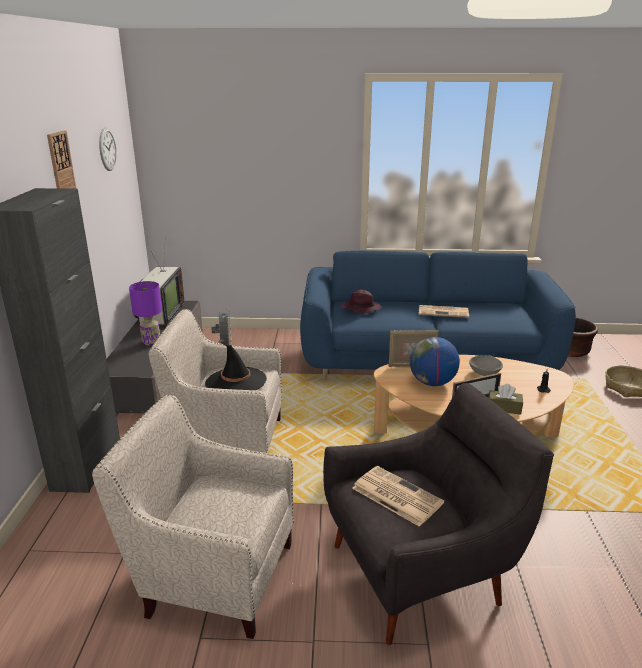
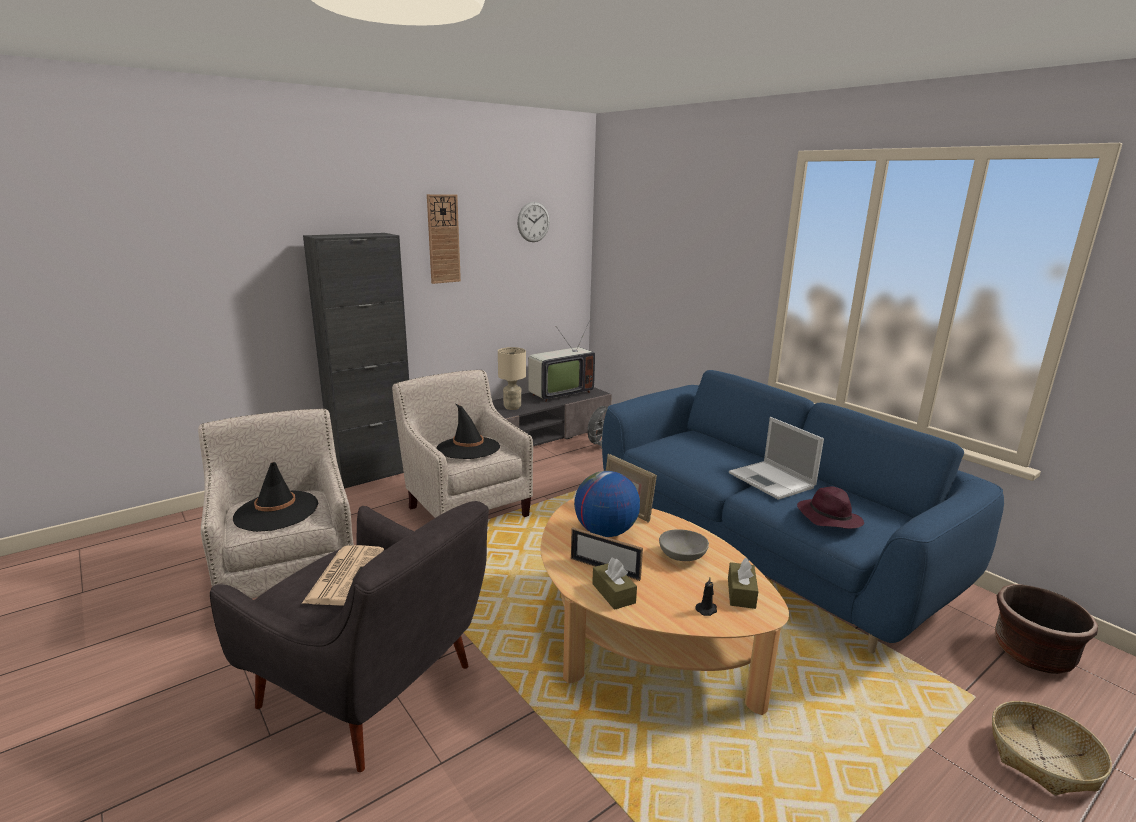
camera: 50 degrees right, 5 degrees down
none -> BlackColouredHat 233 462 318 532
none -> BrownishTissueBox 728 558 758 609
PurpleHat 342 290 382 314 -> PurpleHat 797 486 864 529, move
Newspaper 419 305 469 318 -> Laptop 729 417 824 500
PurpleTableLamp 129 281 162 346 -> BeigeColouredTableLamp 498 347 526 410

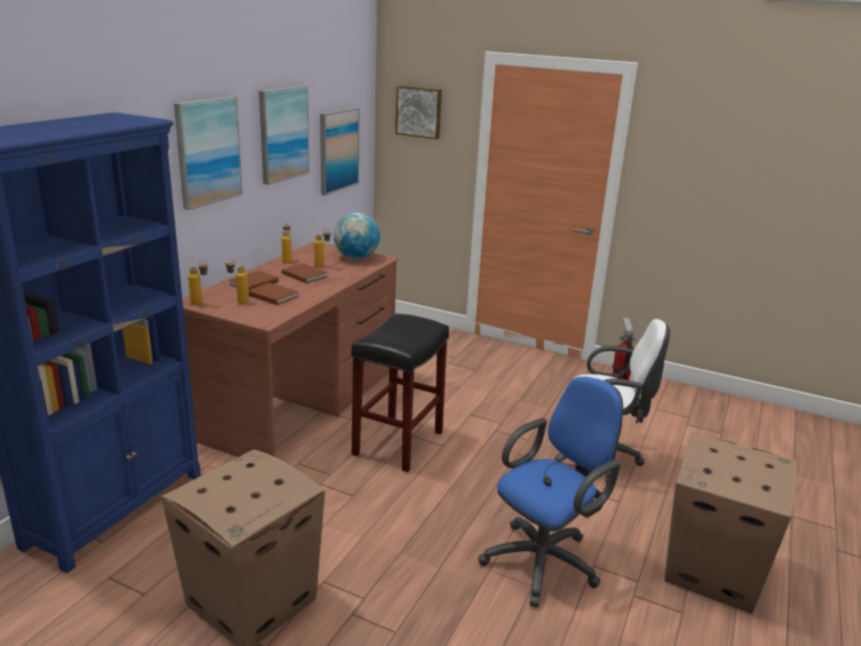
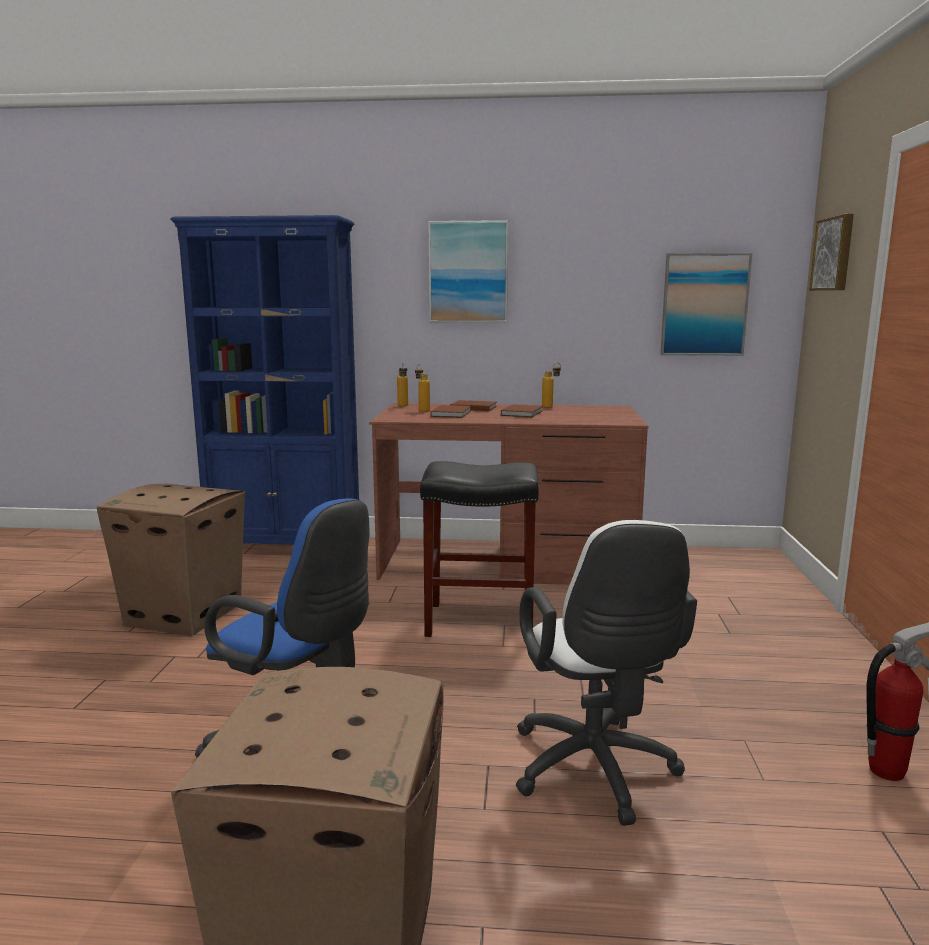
camera: 70 degrees right, 10 degrees down
Picture 259 86 310 185 -> none
BeverageBottle 314 229 331 267 -> none
WorldGlobe 334 213 380 259 -> none

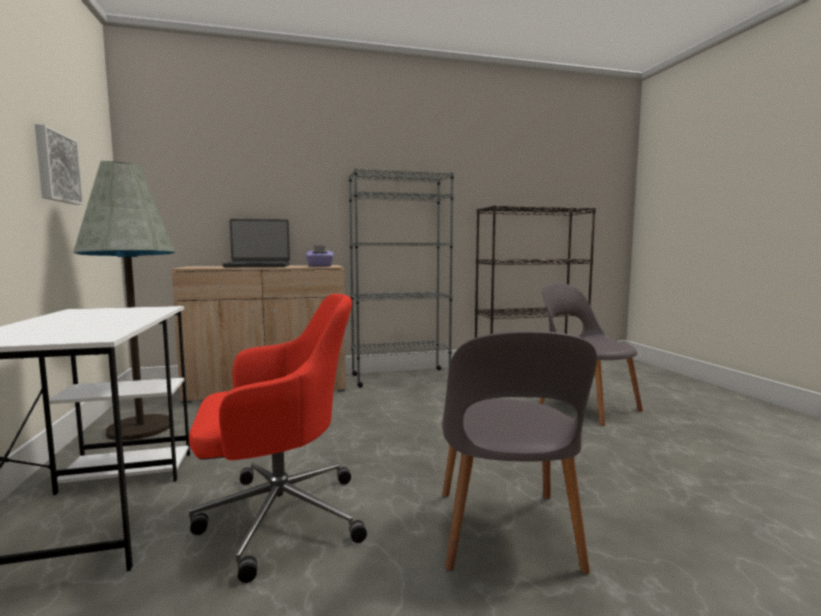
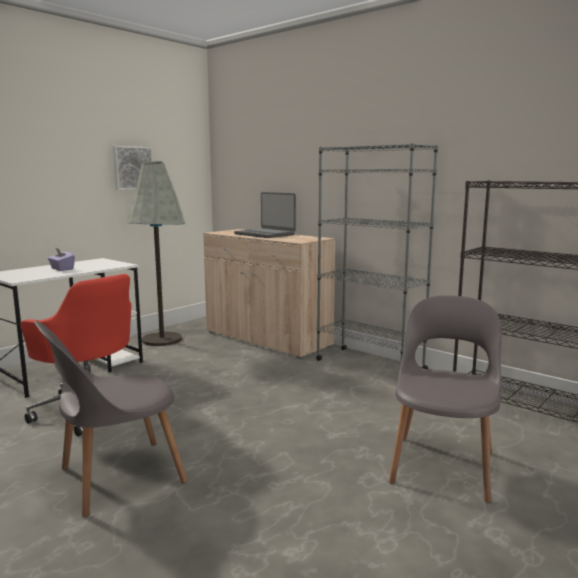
camera: 55 degrees right, 5 degrees up
PurpleTissueBox 306 245 334 267 -> PurpleTissueBox 48 248 75 271, move

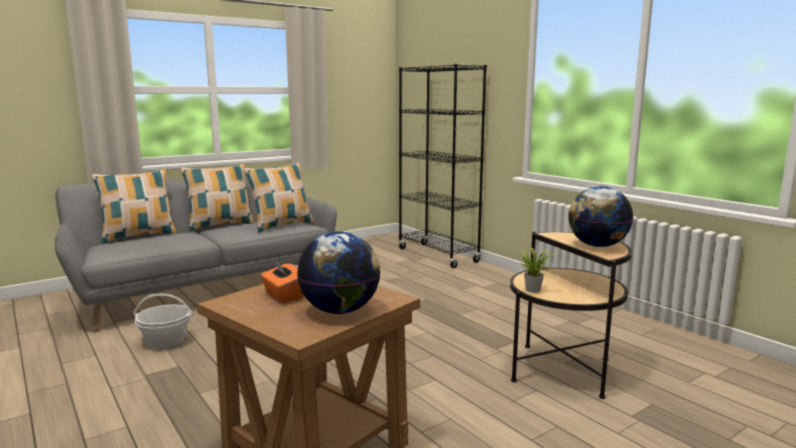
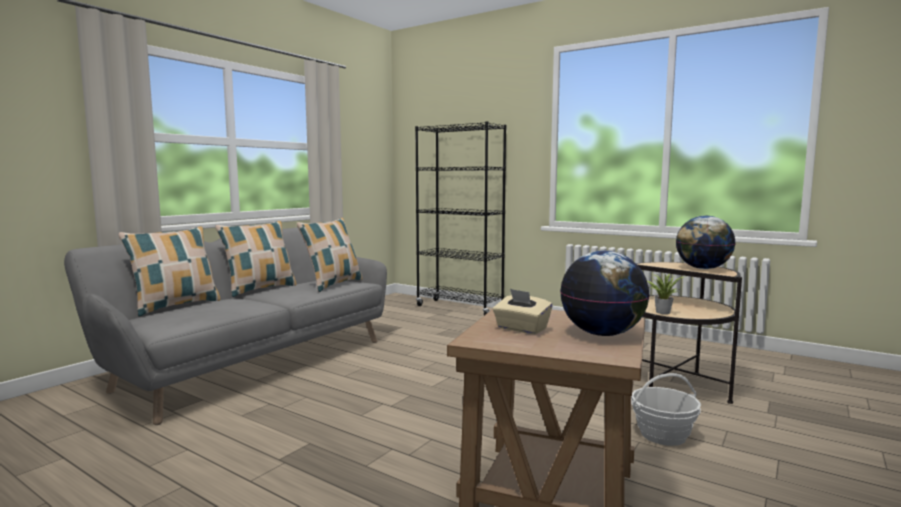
camera: 20 degrees left, 5 degrees down
HouseholdBasket 133 294 193 349 -> HouseholdBasket 631 373 701 446, move
OrangeyTissueBox 261 260 304 303 -> BeigeColouredTissueBox 493 289 553 334

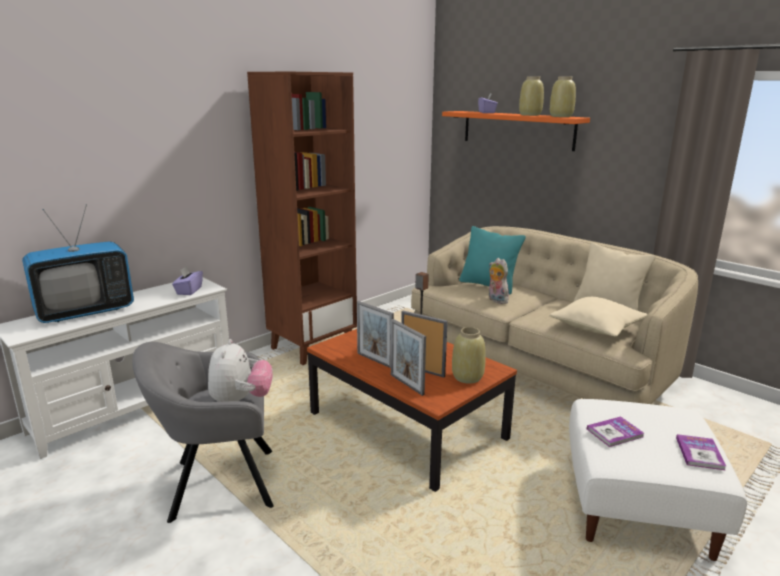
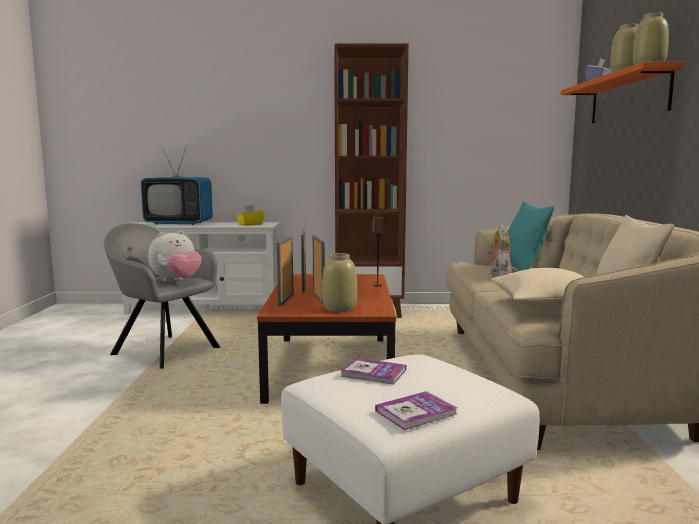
camera: 45 degrees right, 10 degrees down
PurpleTissueBox 172 266 203 295 -> YellowishTissueBox 236 205 265 226

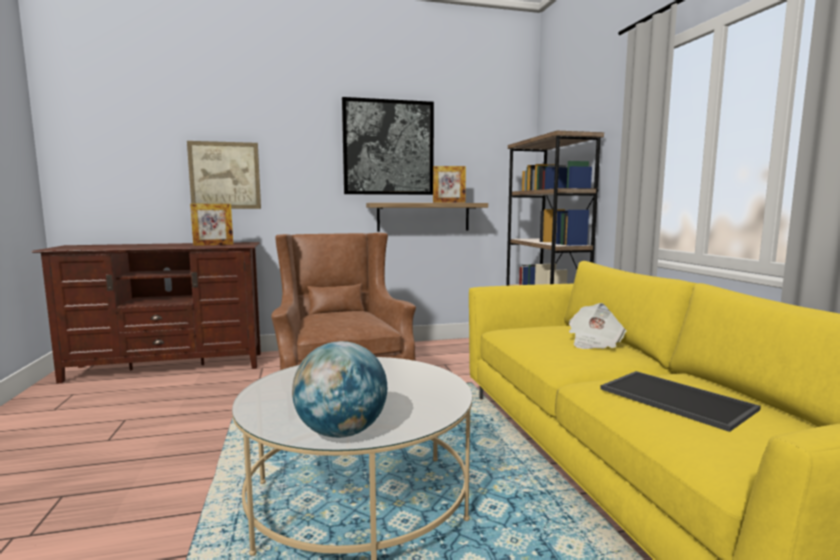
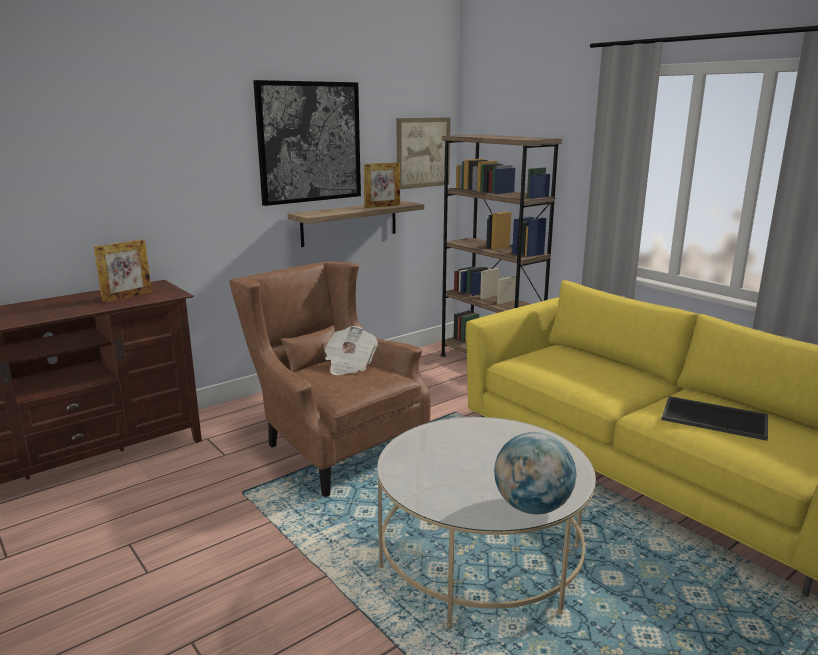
camera: 25 degrees left, 10 degrees up
Picture 187 141 261 209 -> Picture 397 117 450 190, move
Newspaper 568 303 627 349 -> Newspaper 324 326 378 375, move

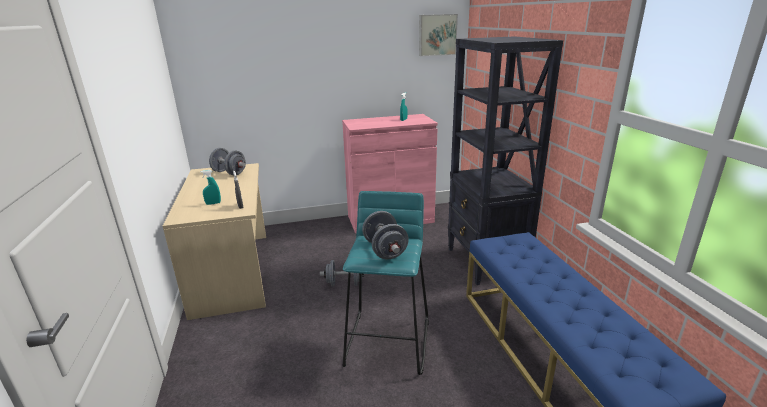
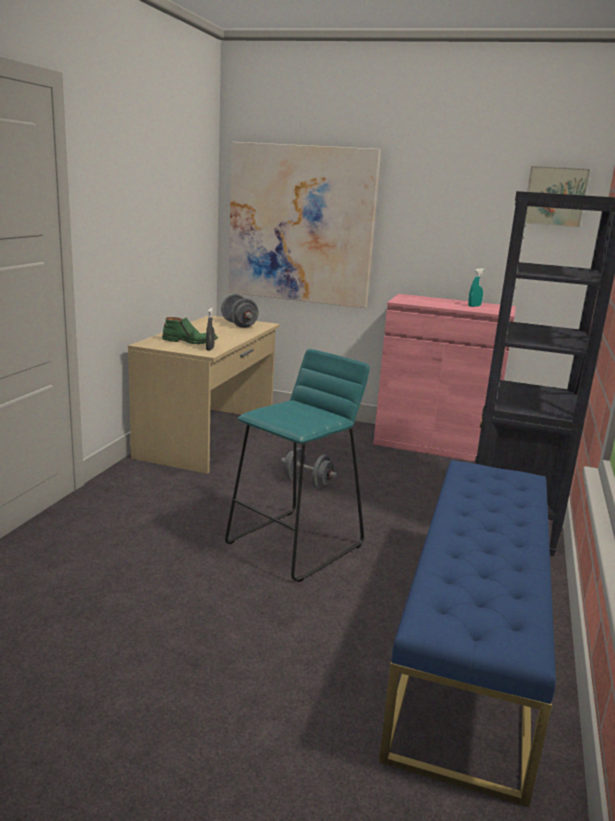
camera: 30 degrees right, 5 degrees down
GreyHandWeight 362 211 409 259 -> none
none -> Picture 228 142 381 308
TurquoiseSprayBottle 200 170 221 205 -> GreenishTallBoot 162 317 218 344

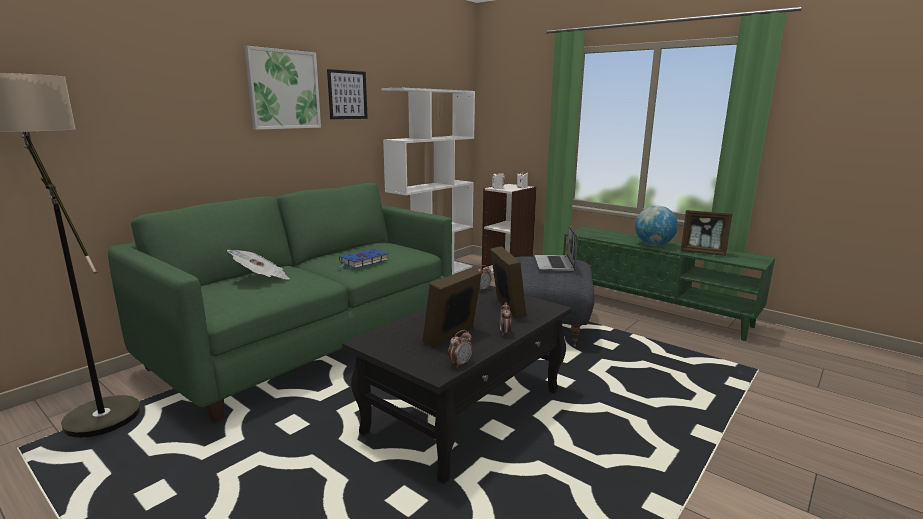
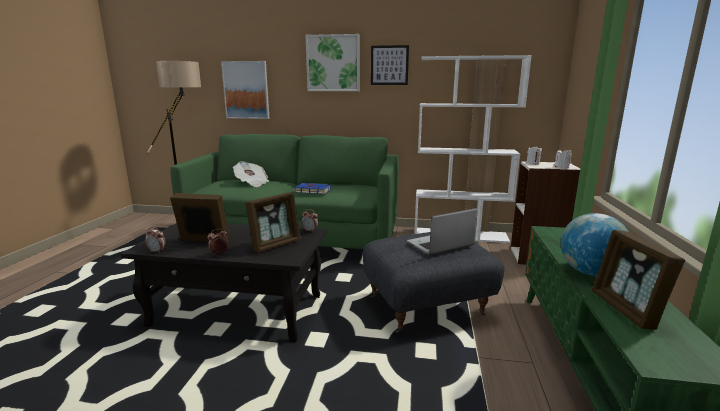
camera: 60 degrees right, 0 degrees up
none -> Picture 221 61 269 119

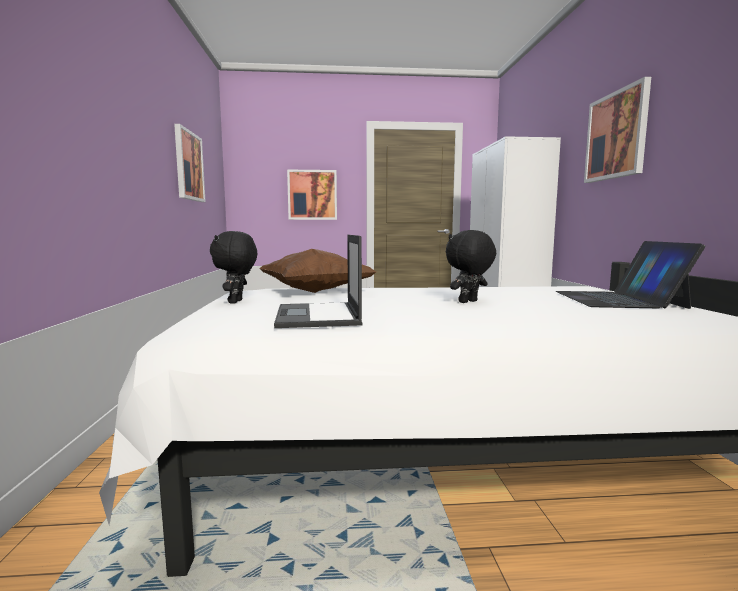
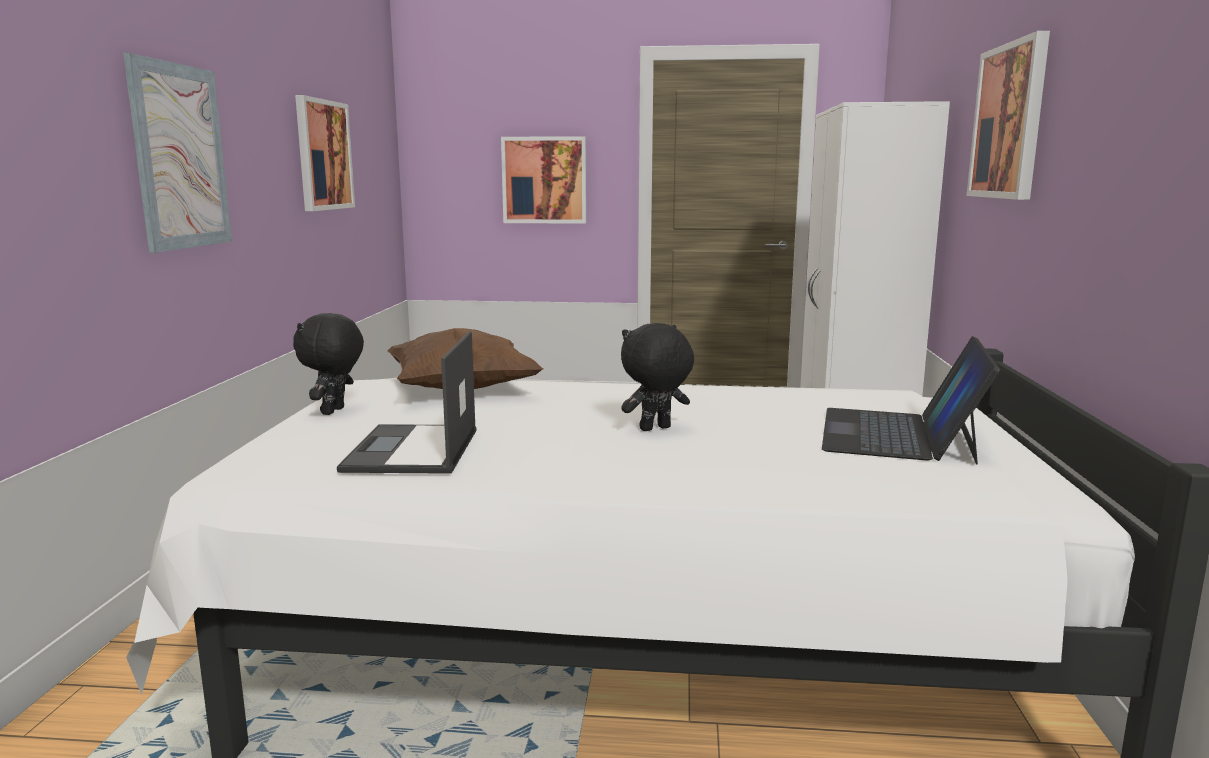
camera: 10 degrees right, 5 degrees up
none -> Picture 123 53 232 253

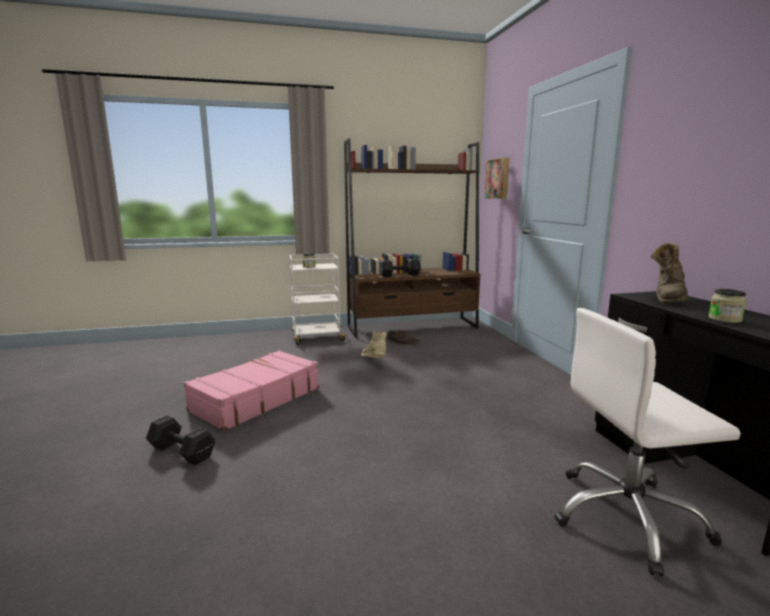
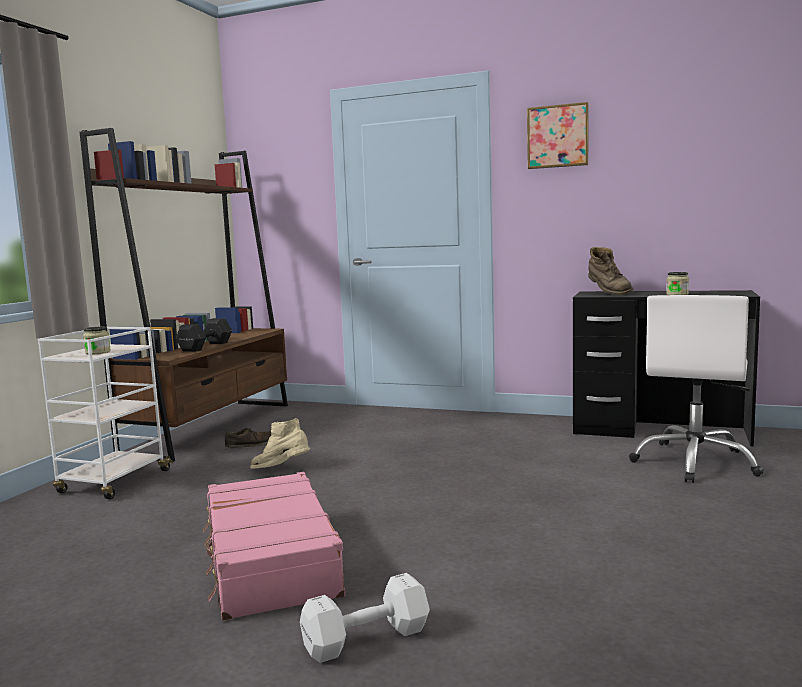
camera: 55 degrees left, 5 degrees down
Picture 485 158 509 198 -> Picture 527 102 589 169, move
BlackColouredHandWeight 146 415 215 465 -> WhiteColouredHandWeight 300 573 430 663

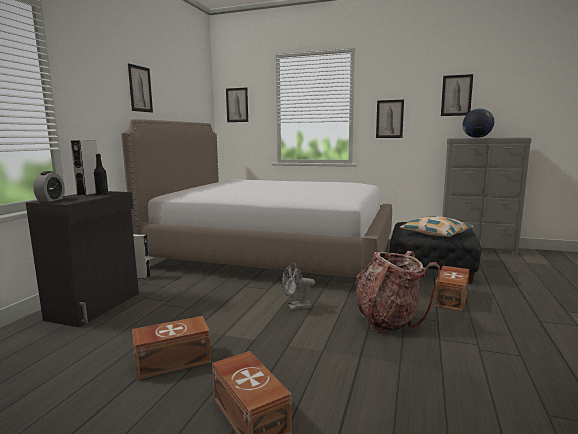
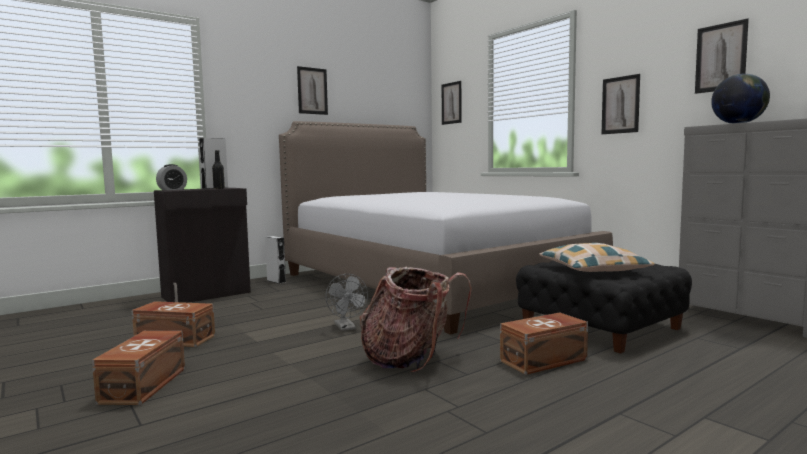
camera: 35 degrees right, 5 degrees down
GreyCoolingFan 282 262 315 310 -> GreyCoolingFan 326 274 368 331, 135 degrees counterclockwise

